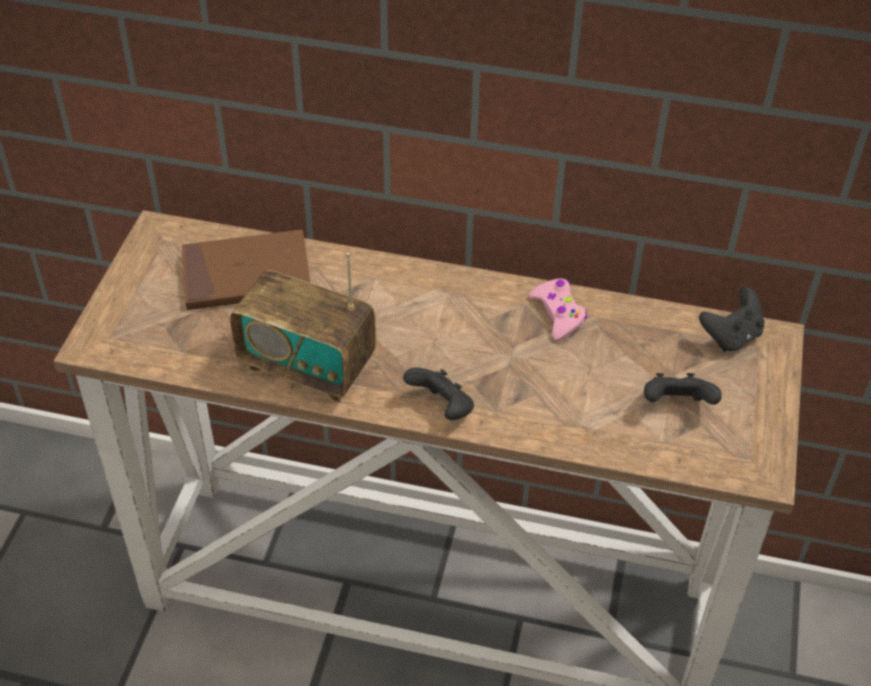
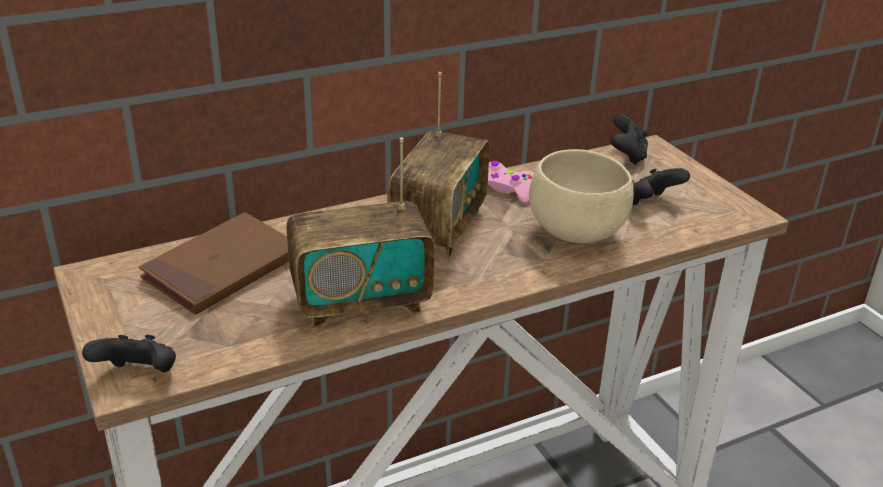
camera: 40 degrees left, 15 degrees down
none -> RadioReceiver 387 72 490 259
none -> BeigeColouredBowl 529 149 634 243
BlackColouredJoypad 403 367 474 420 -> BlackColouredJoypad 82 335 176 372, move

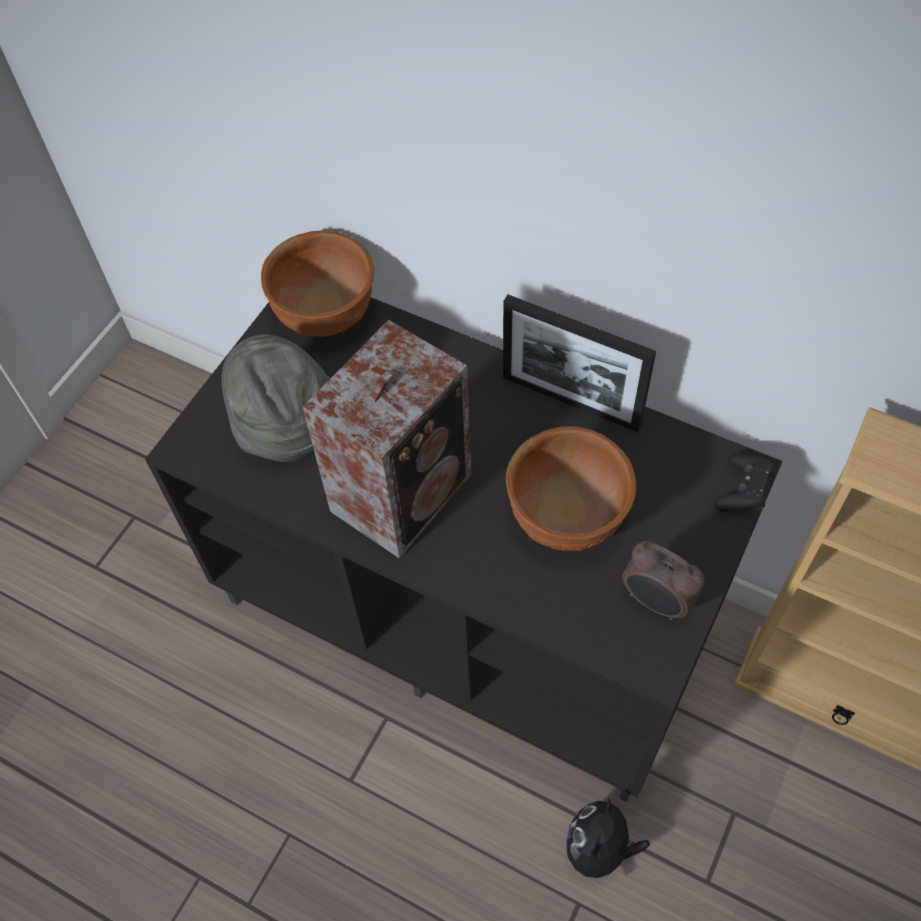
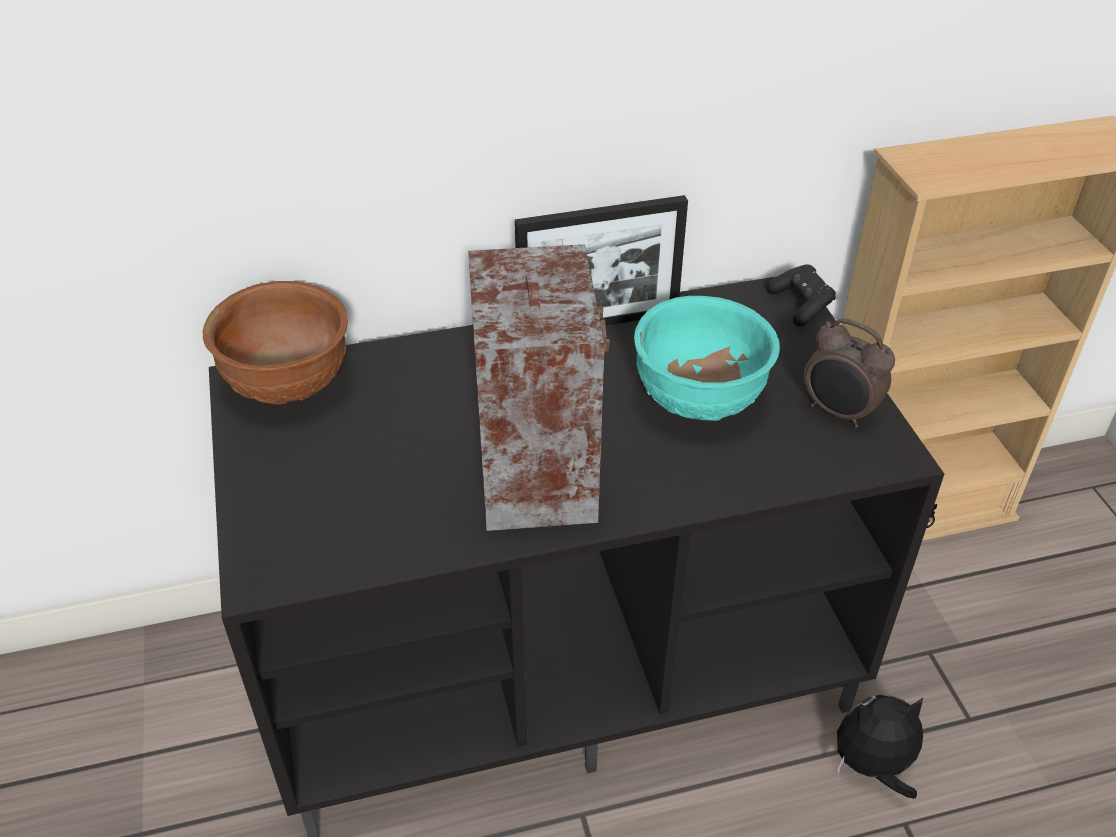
camera: 45 degrees left, 15 degrees down
GreyHat 222 334 331 462 -> none
BrownishBowl 506 426 637 551 -> TurquoiseBowl 634 296 780 421
CuddlyToy 565 798 650 888 -> CuddlyToy 837 695 923 799, 105 degrees clockwise
AlarmClock 622 540 705 620 -> AlarmClock 804 318 895 428, 45 degrees clockwise

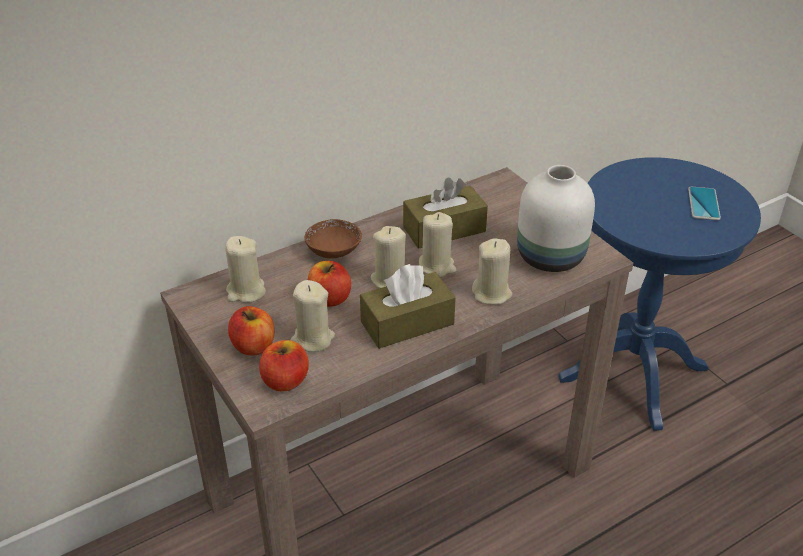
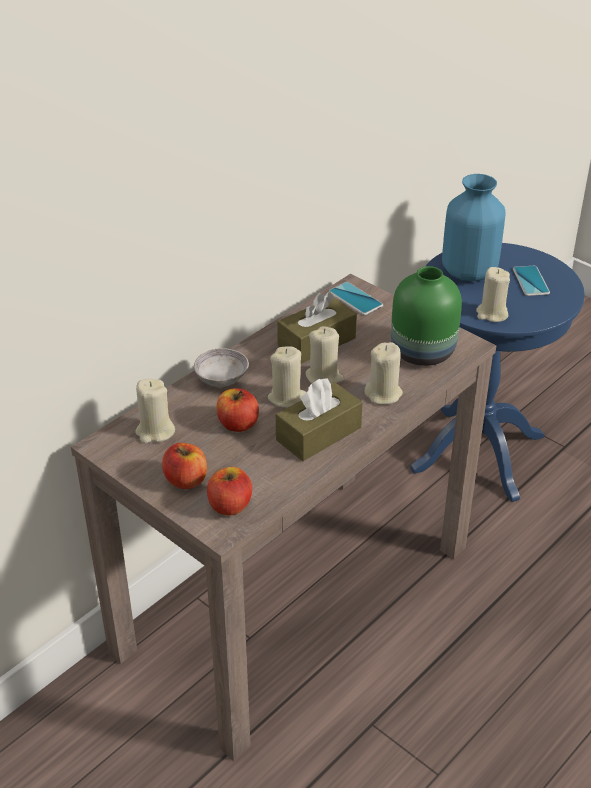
camera: 15 degrees left, 0 degrees up
none -> Telephone 328 282 383 315
none -> BlueVase 442 174 506 281
BeigeColouredWaxCandle 290 280 335 352 -> BeigeColouredWaxCandle 476 267 510 322, move
BrownishBowl 305 219 362 258 -> GreyBowl 194 348 249 387
WhiteColouredVase 517 165 595 272 -> GreenishVase 391 266 462 366

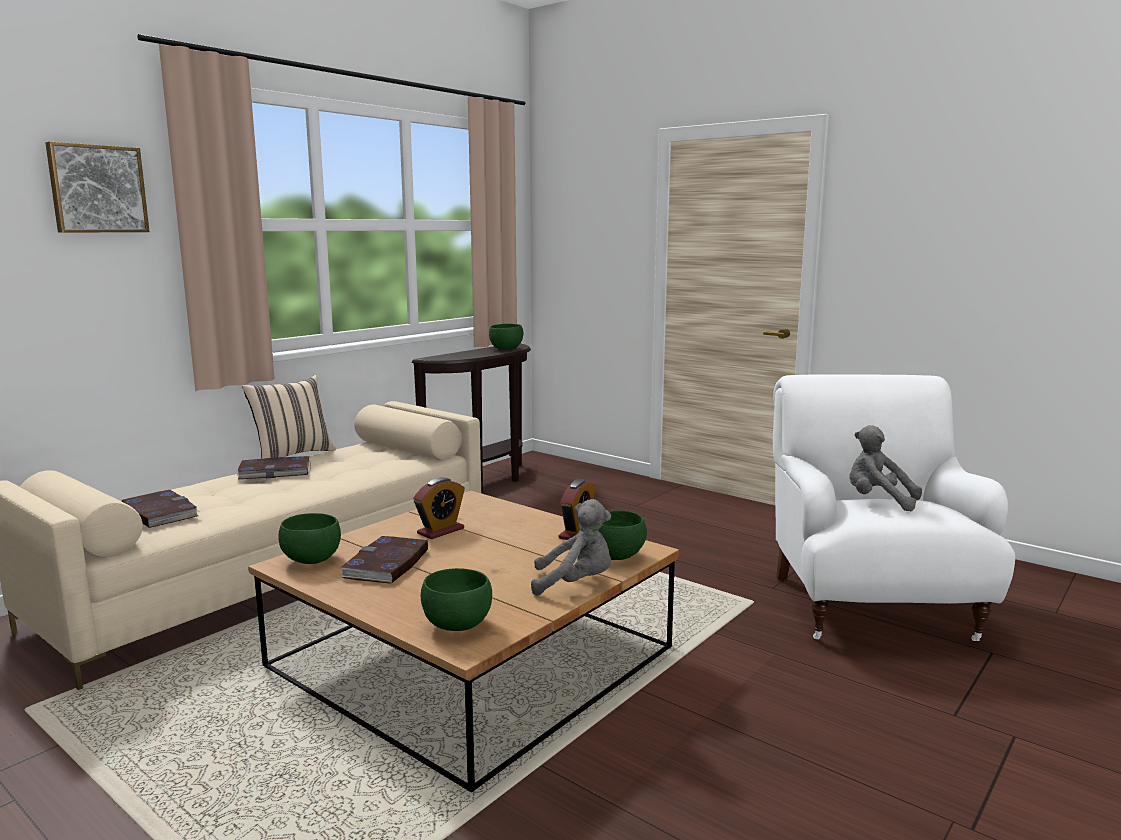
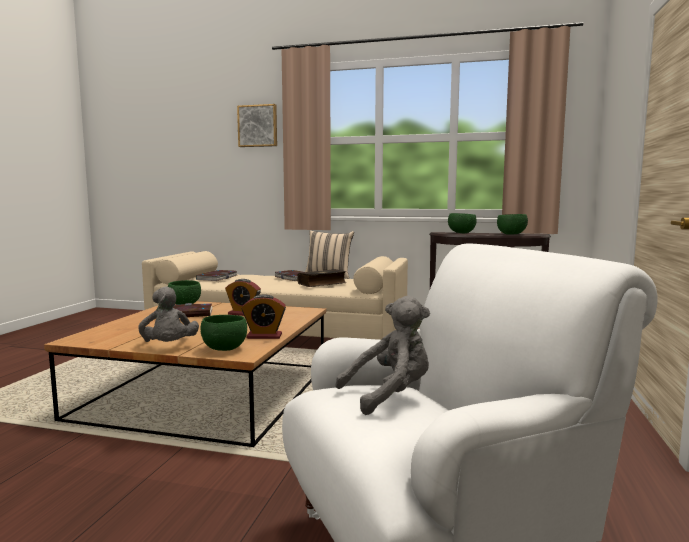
camera: 65 degrees right, 5 degrees down
none -> Volume 297 269 346 287
GreenishBowl 421 568 492 631 -> GreenishBowl 448 213 477 233, move
GreyCuddlyToy 849 425 922 511 -> GreyCuddlyToy 336 296 430 415, 60 degrees clockwise

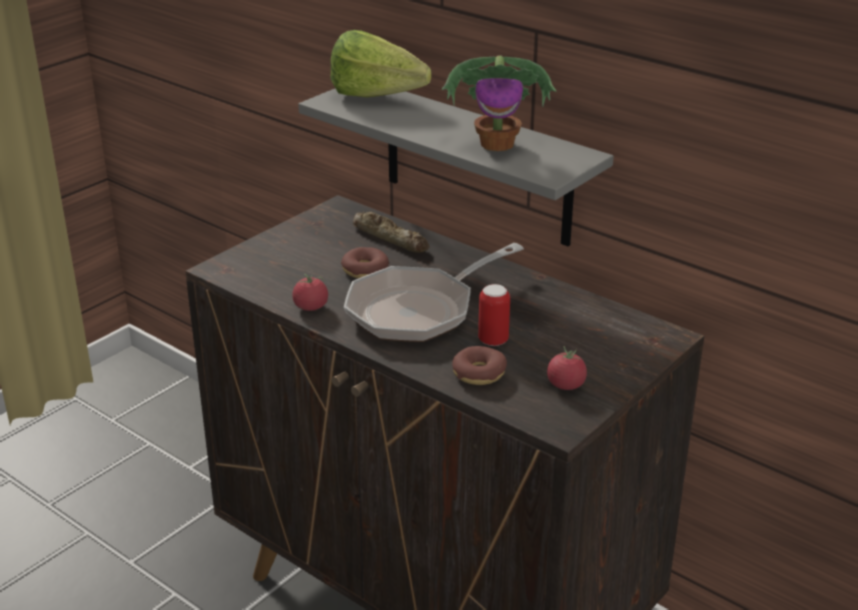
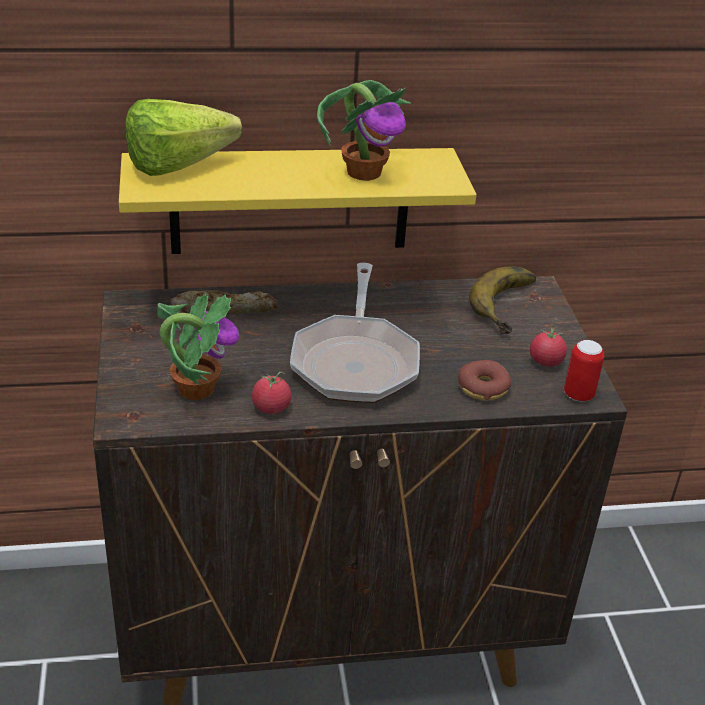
camera: 50 degrees left, 5 degrees up
RingDoughnut 341 247 389 278 -> none
none -> PottedPlant 157 293 240 400
none -> WholeBanana 469 267 536 334
MetalCan 478 284 510 346 -> MetalCan 564 340 604 402, move
GreyWallShelf 298 88 614 246 -> YellowishWallShelf 119 148 477 254

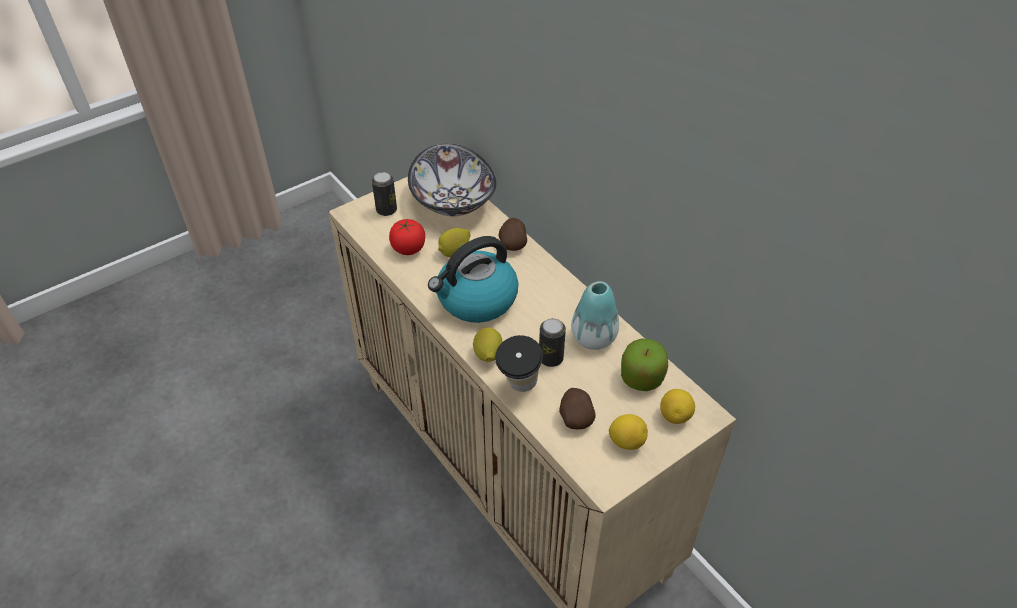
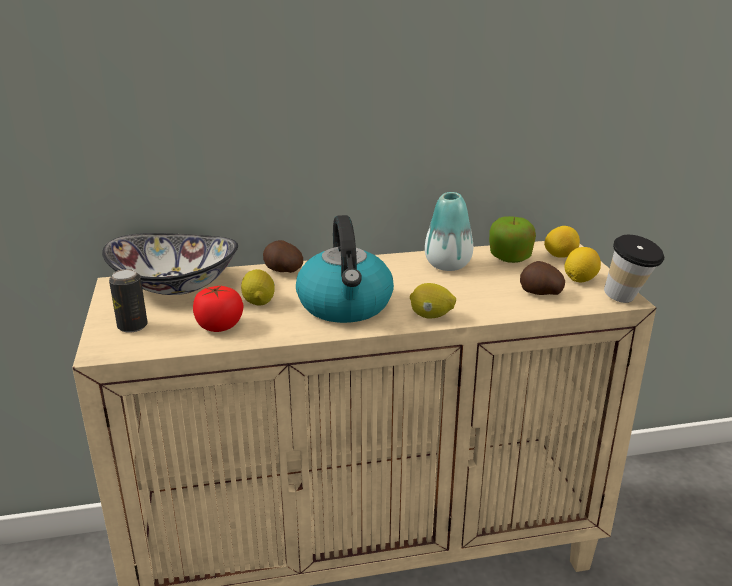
camera: 65 degrees left, 20 degrees down
MetalCan 539 318 566 367 -> none
Cup 495 335 543 392 -> Cup 604 235 664 303, move

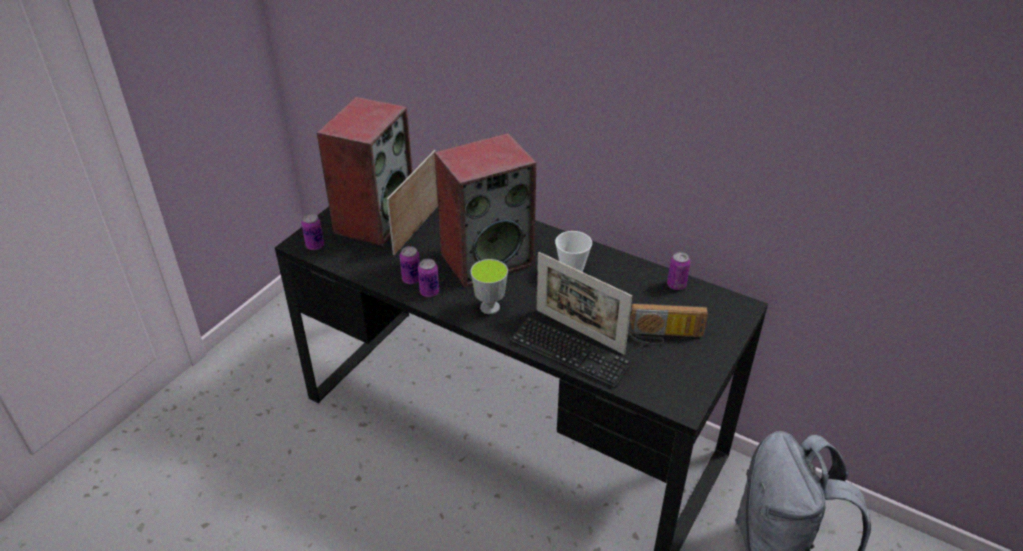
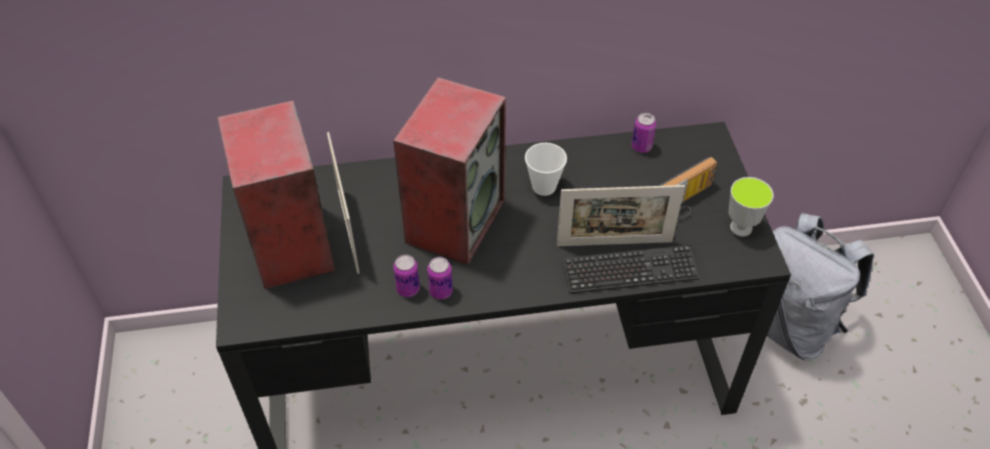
camera: 40 degrees left, 10 degrees up
MetalCan 301 214 324 250 -> none
Cup 470 259 508 314 -> Cup 728 177 774 237, move

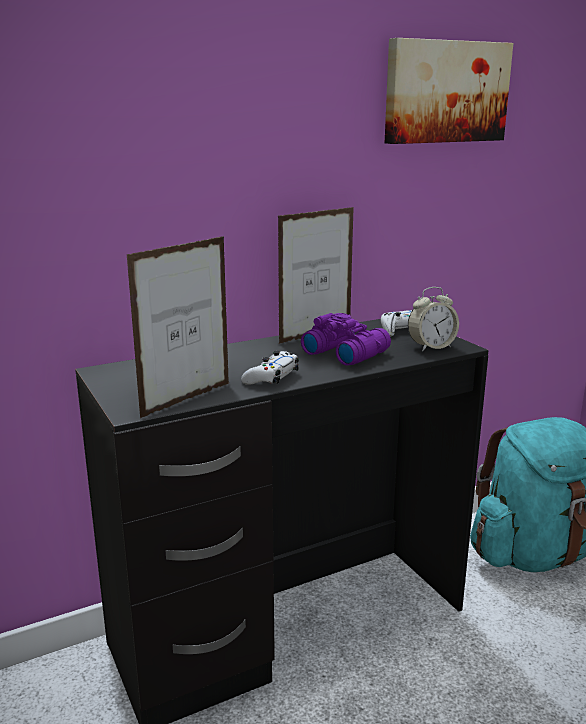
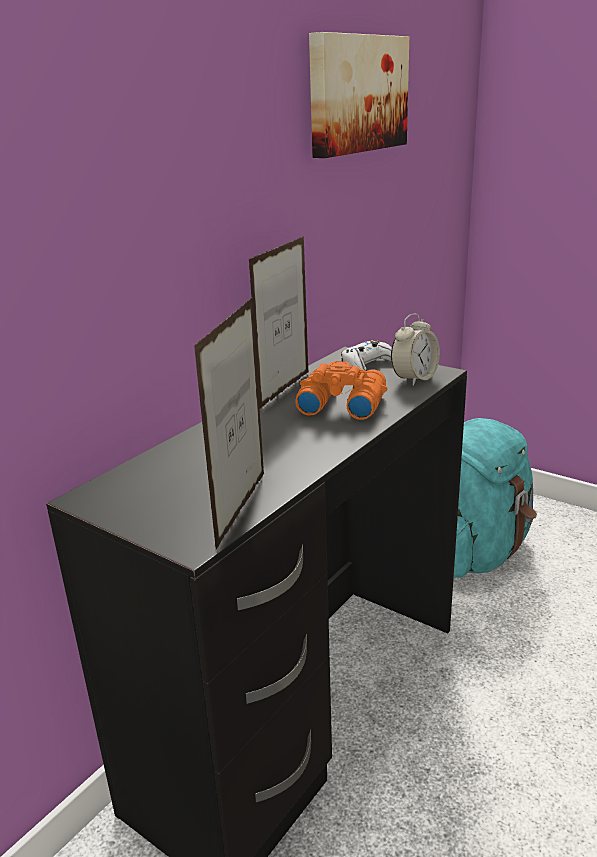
camera: 25 degrees left, 5 degrees up
WhiteColouredJoypad 241 351 299 385 -> none
PurplePairOfBinoculars 301 313 391 366 -> OrangeyPairOfBinoculars 295 361 388 420

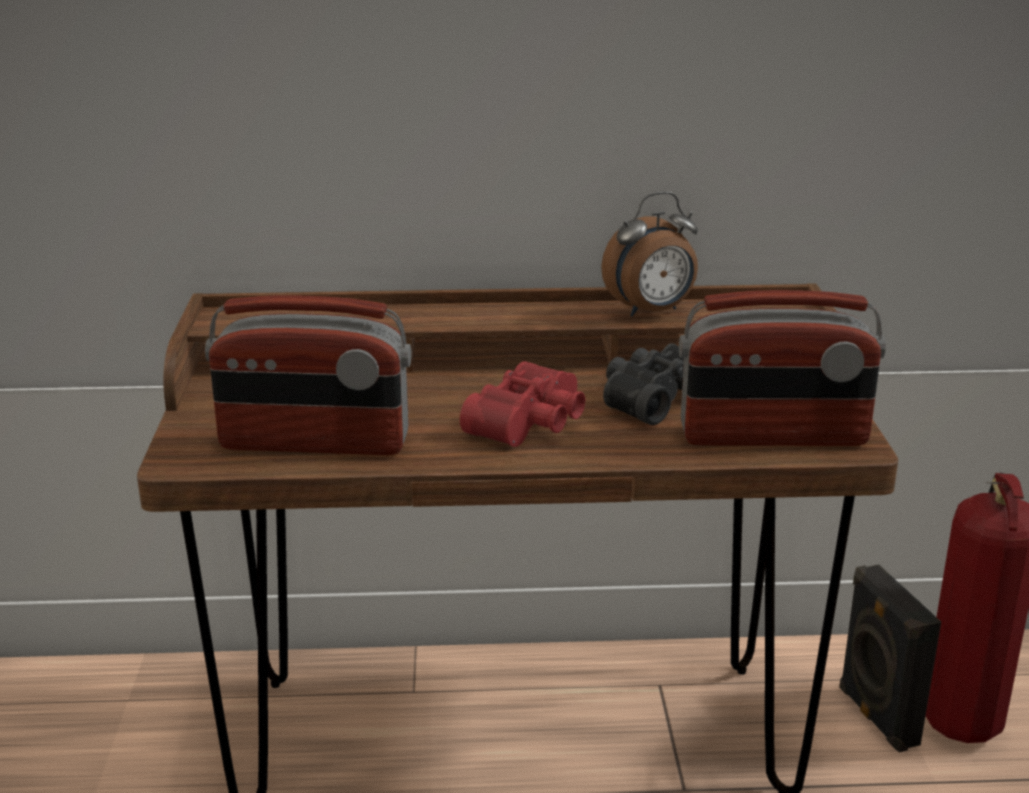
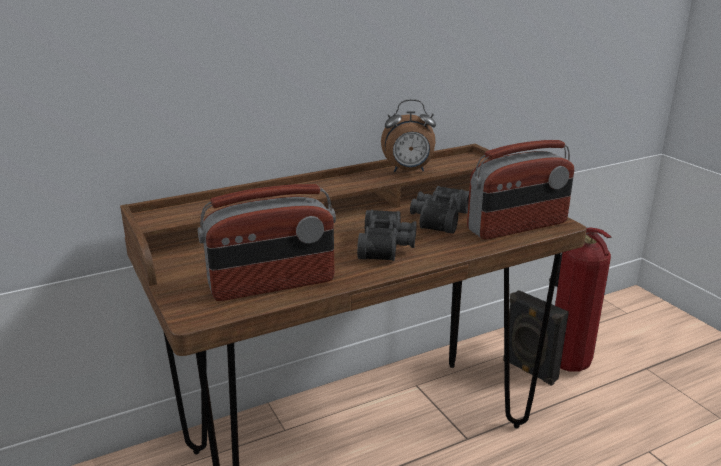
camera: 25 degrees left, 0 degrees up
RedColouredPairOfBinoculars 460 361 585 447 -> BlackColouredPairOfBinoculars 357 210 417 261
AlarmClock 601 192 698 317 -> AlarmClock 381 99 436 172, 45 degrees clockwise

